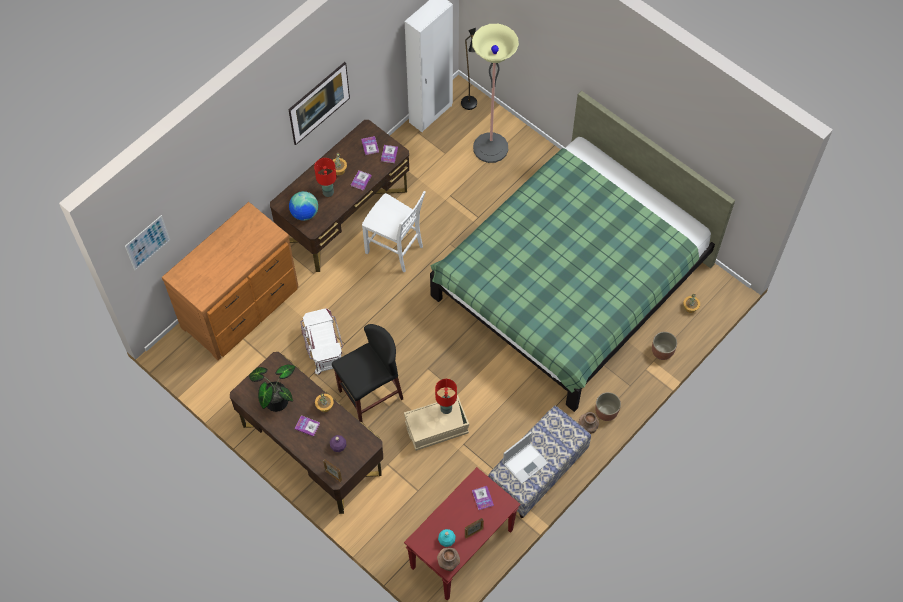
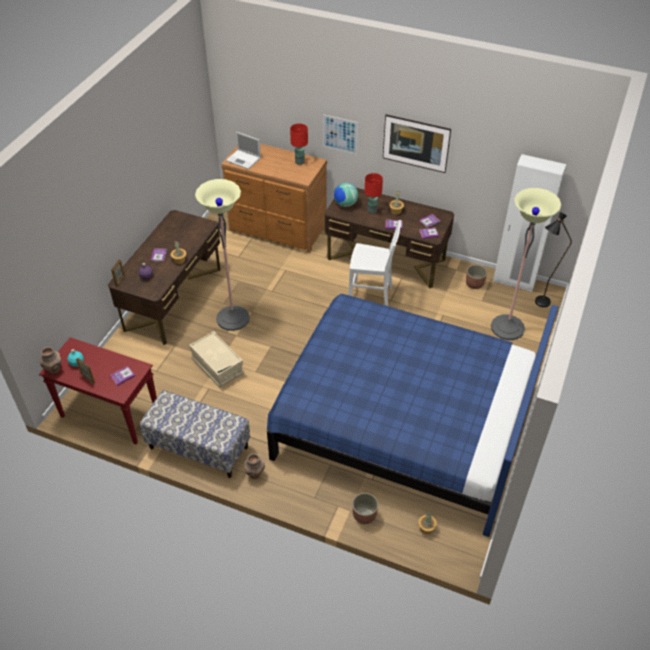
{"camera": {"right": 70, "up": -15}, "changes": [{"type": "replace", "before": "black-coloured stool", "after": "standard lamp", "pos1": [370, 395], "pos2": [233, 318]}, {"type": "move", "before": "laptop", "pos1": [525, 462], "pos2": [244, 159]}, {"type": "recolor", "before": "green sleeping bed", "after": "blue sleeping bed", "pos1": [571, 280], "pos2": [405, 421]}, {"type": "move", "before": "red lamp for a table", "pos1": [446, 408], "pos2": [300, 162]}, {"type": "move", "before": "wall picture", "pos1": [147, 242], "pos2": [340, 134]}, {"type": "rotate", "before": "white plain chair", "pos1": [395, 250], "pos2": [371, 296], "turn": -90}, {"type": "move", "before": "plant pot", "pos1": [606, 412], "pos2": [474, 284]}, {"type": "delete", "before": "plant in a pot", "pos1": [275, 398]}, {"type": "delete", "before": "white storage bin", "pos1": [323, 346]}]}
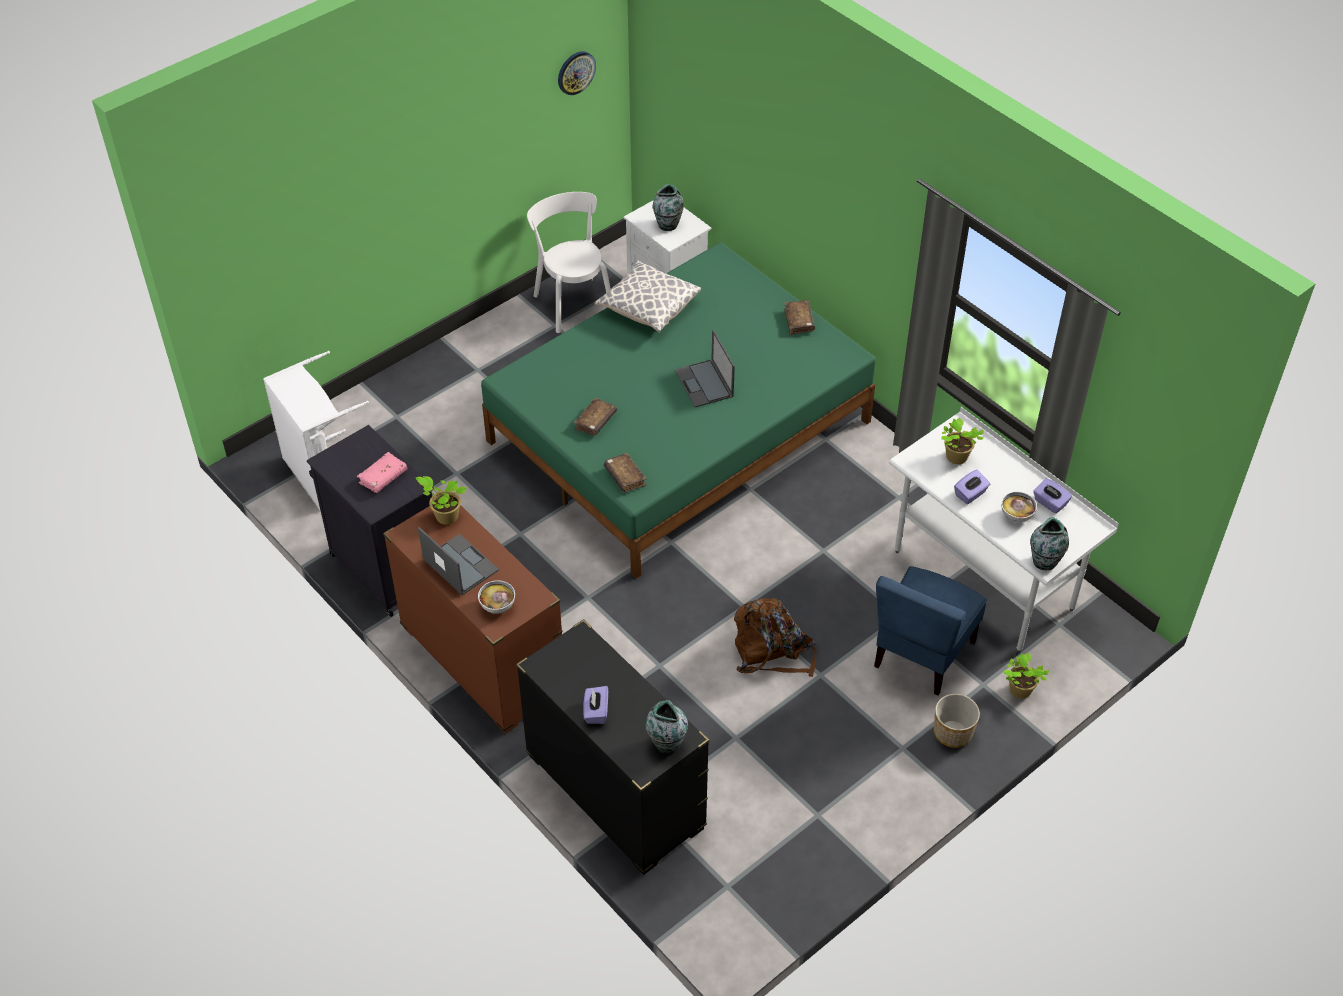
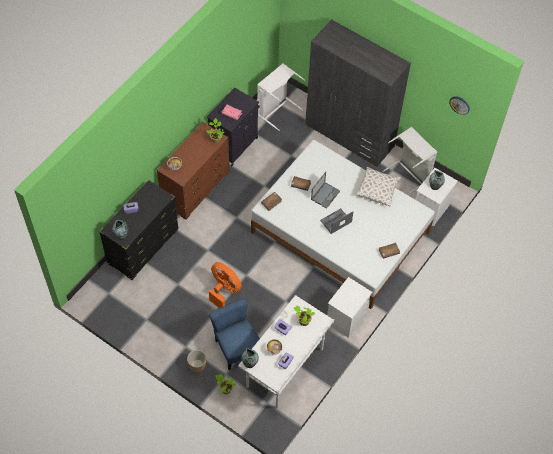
{"camera": {"right": 75, "up": 10}, "changes": [{"type": "replace", "before": "brown-coloured backpack", "after": "orange electric fan", "pos1": [772, 651], "pos2": [224, 290]}, {"type": "rotate", "before": "blue plain chair", "pos1": [922, 654], "pos2": [236, 348], "turn": 45}, {"type": "recolor", "before": "green sleeping bed", "after": "white sleeping bed", "pos1": [680, 431], "pos2": [340, 232]}, {"type": "insert", "after": "grey wardrobe", "pos2": [349, 135]}, {"type": "move", "before": "laptop", "pos1": [459, 564], "pos2": [325, 195]}, {"type": "insert", "after": "white bedside table", "pos2": [346, 319]}, {"type": "replace", "before": "white plain chair", "after": "grey washing basket", "pos1": [573, 302], "pos2": [409, 173]}]}
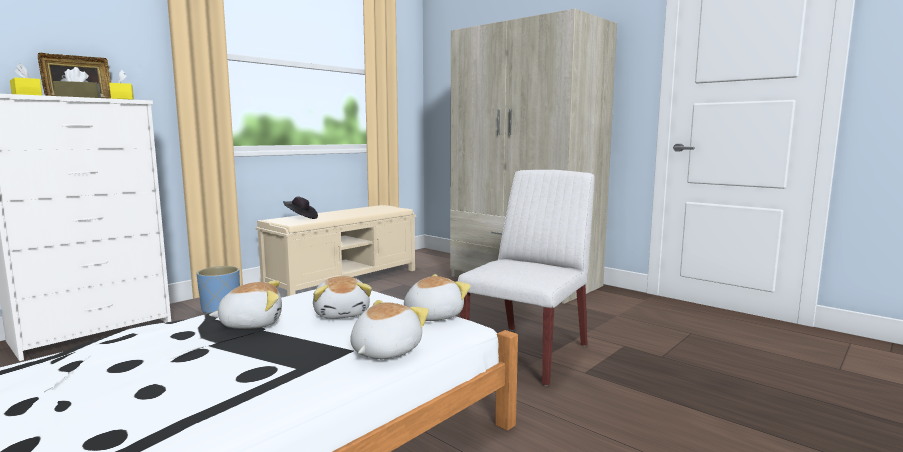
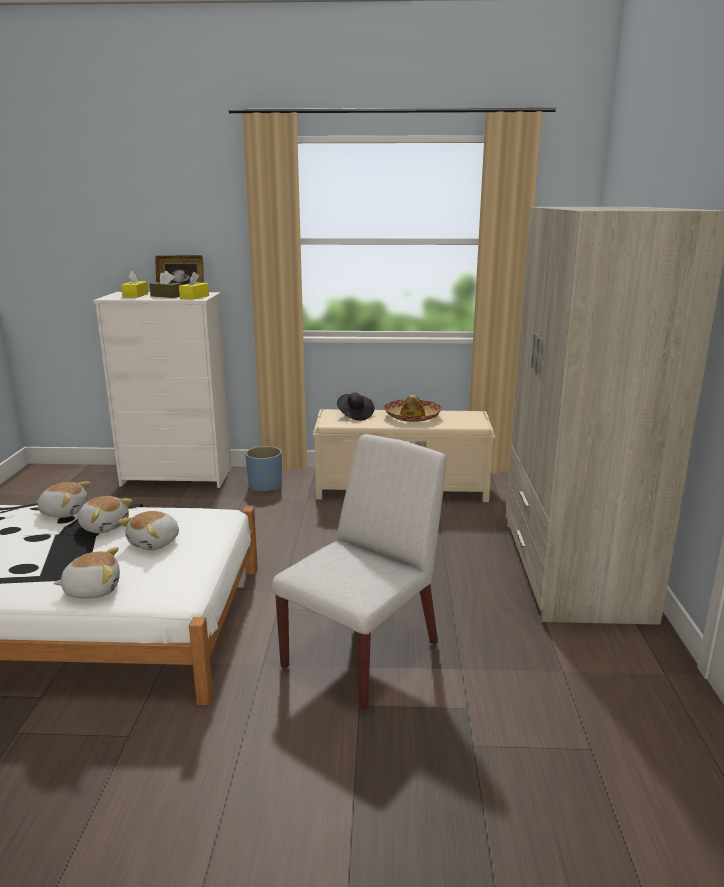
{"camera": {"right": 50, "up": 10}, "changes": [{"type": "move", "before": "plush toy", "pos1": [432, 316], "pos2": [64, 512]}, {"type": "rotate", "before": "white plain chair", "pos1": [527, 353], "pos2": [362, 654], "turn": -45}, {"type": "insert", "after": "clothing hat", "pos2": [411, 417]}]}
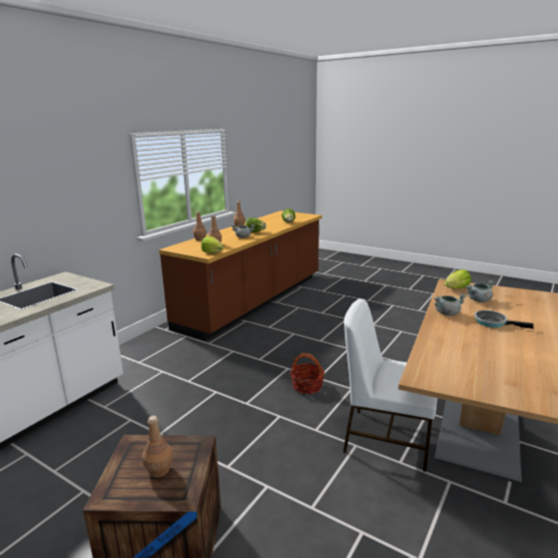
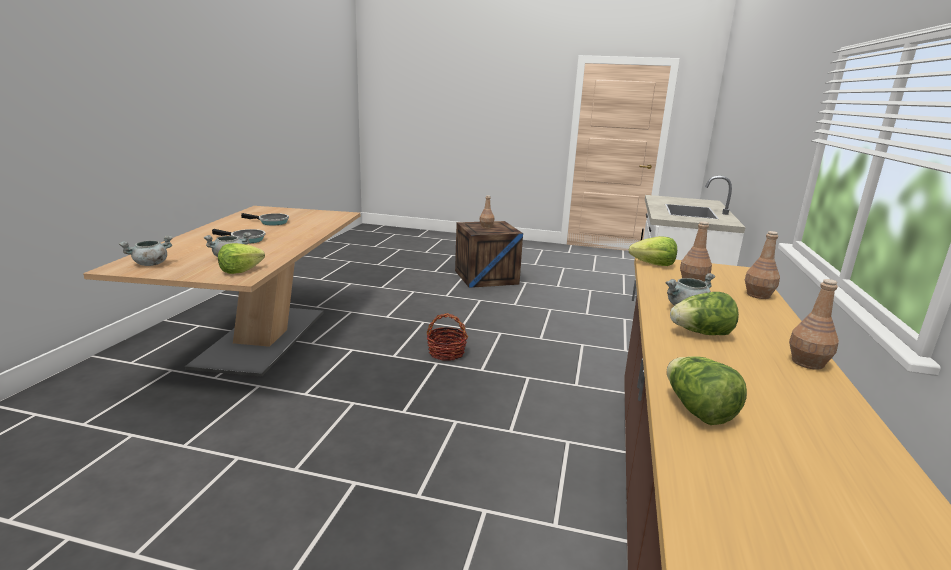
{"camera": {"right": 160, "up": 0}, "changes": [{"type": "move", "before": "grey stockpot", "pos1": [447, 313], "pos2": [150, 264]}, {"type": "insert", "after": "frying pan", "pos2": [271, 222]}, {"type": "delete", "before": "white plain chair", "pos1": [386, 437]}]}
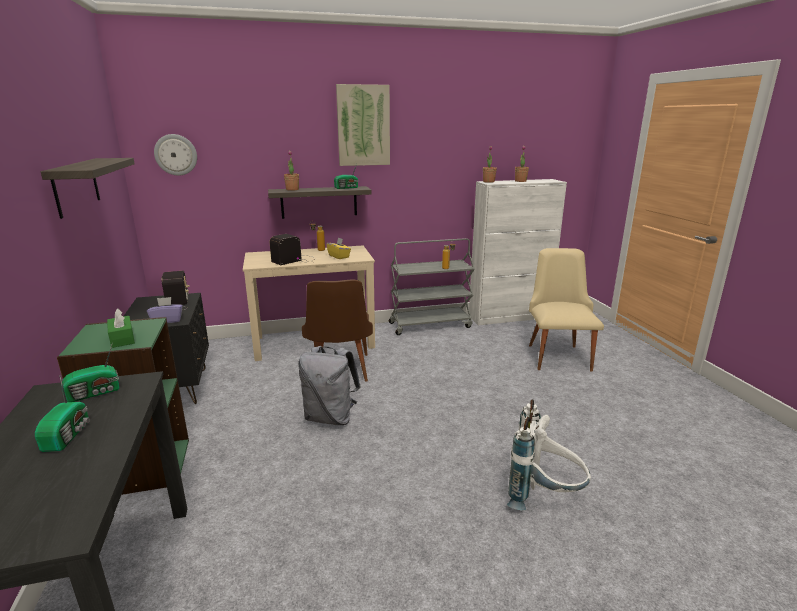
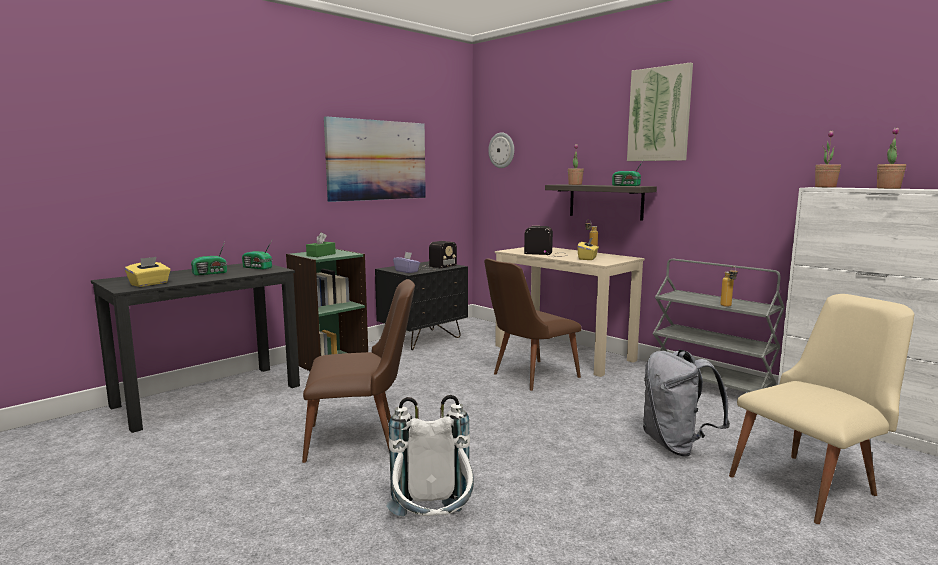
{"camera": {"right": 60, "up": -10}, "changes": [{"type": "insert", "after": "yellow tissue holder", "pos2": [149, 284]}, {"type": "insert", "after": "brown-coloured plain chair", "pos2": [362, 440]}, {"type": "replace", "before": "wall shelf", "after": "wall picture", "pos1": [76, 186], "pos2": [377, 160]}, {"type": "move", "before": "grey backpack", "pos1": [330, 417], "pos2": [677, 445]}]}
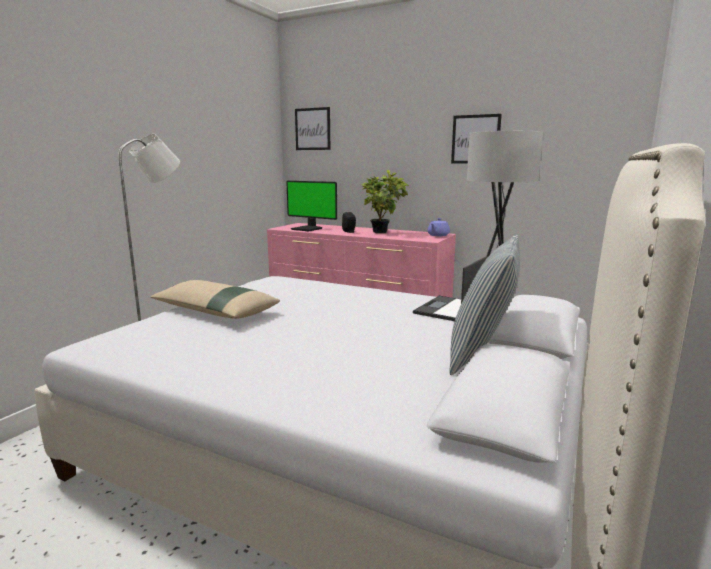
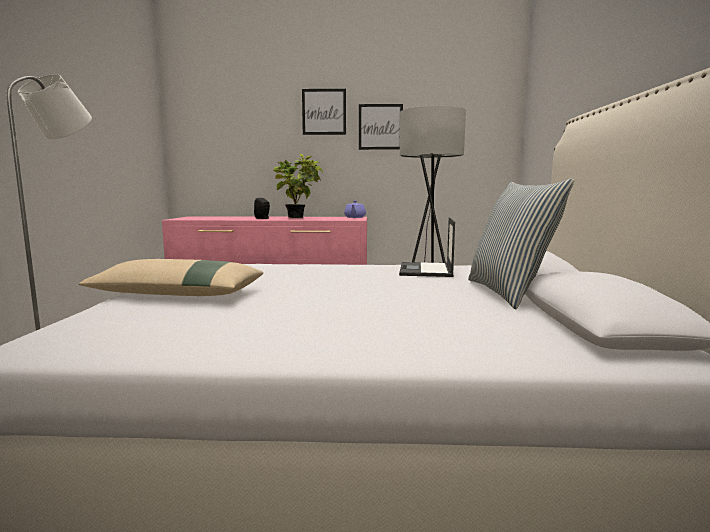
{"camera": {"right": -25, "up": -5}, "changes": [{"type": "move", "before": "wall picture", "pos1": [312, 129], "pos2": [324, 112]}, {"type": "delete", "before": "computer screen", "pos1": [308, 229]}]}
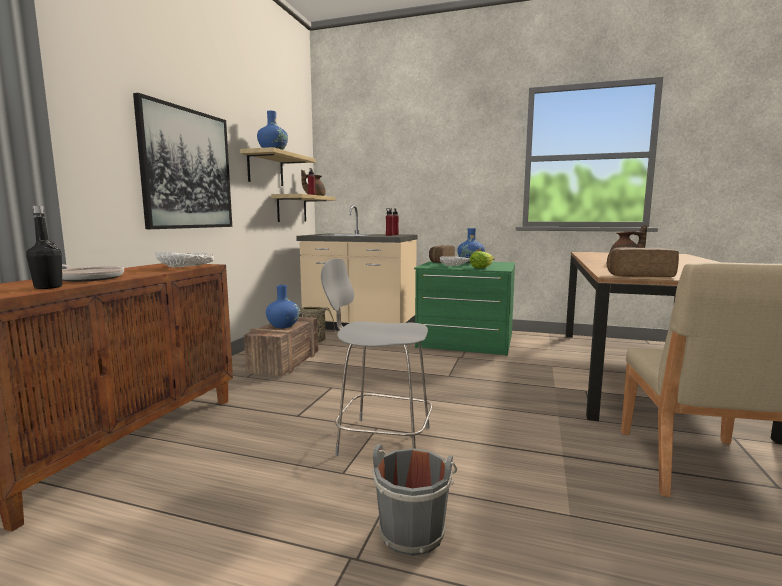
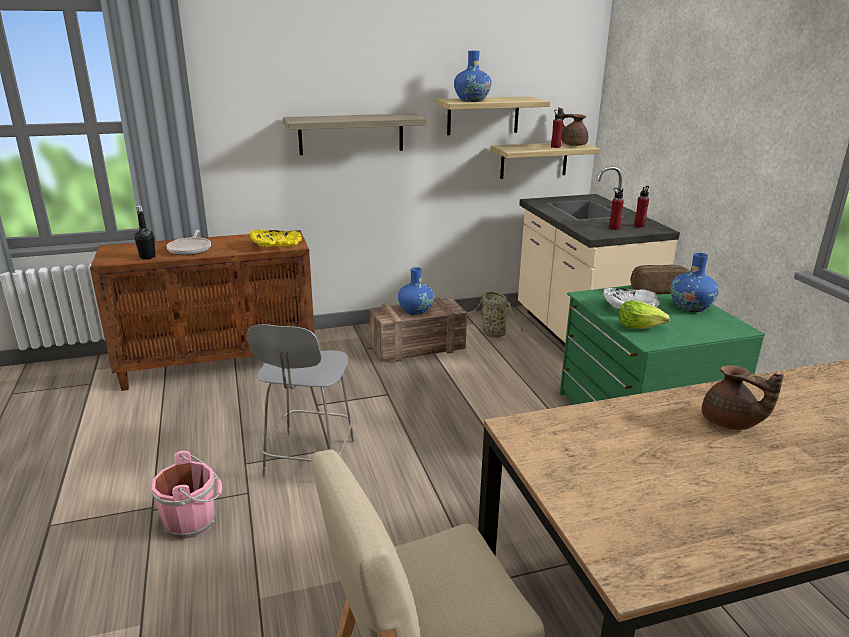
{"camera": {"right": 55, "up": 15}, "changes": [{"type": "recolor", "before": "grey water bucket", "after": "pink-coloured water bucket", "pos1": [412, 530], "pos2": [193, 521]}, {"type": "rotate", "before": "grey plain chair", "pos1": [381, 440], "pos2": [309, 460], "turn": -150}, {"type": "recolor", "before": "white bowl", "after": "yellow bowl", "pos1": [186, 267], "pos2": [275, 246]}, {"type": "replace", "before": "wall picture", "after": "wall shelf", "pos1": [187, 169], "pos2": [351, 134]}, {"type": "delete", "before": "bread", "pos1": [639, 275]}]}
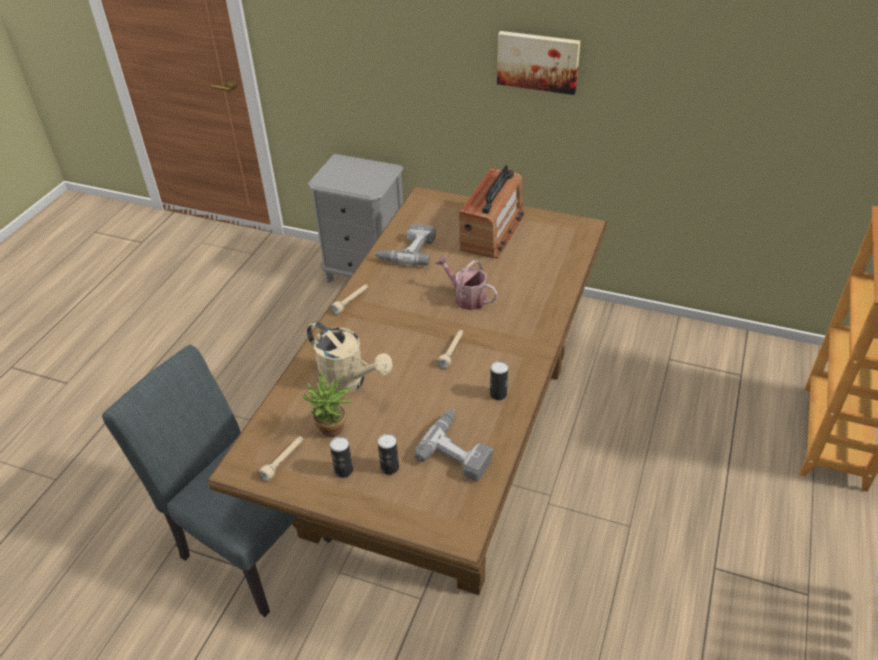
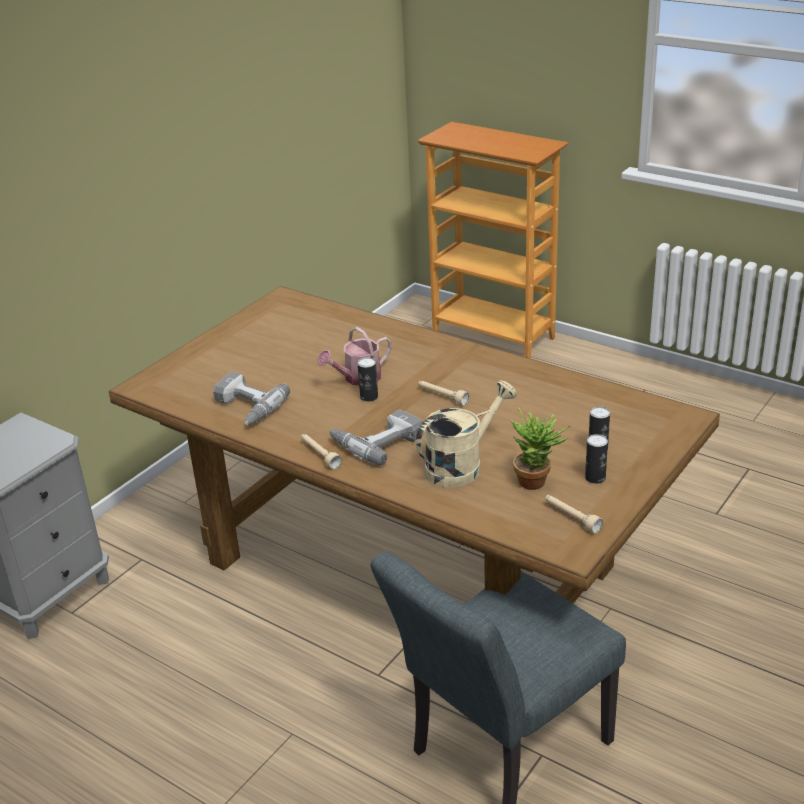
{"camera": {"right": -75, "up": -10}, "changes": [{"type": "move", "before": "electric drill", "pos1": [459, 449], "pos2": [376, 441]}, {"type": "move", "before": "sealed can", "pos1": [498, 394], "pos2": [369, 397]}, {"type": "delete", "before": "radio receiver", "pos1": [492, 231]}, {"type": "delete", "before": "wall picture", "pos1": [538, 61]}]}
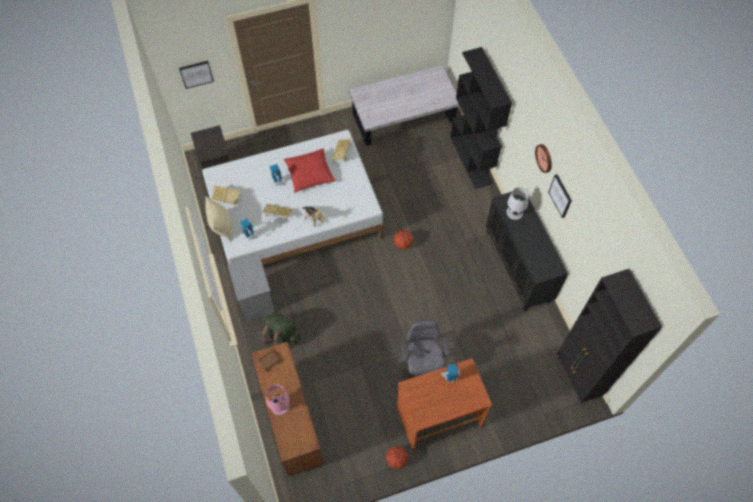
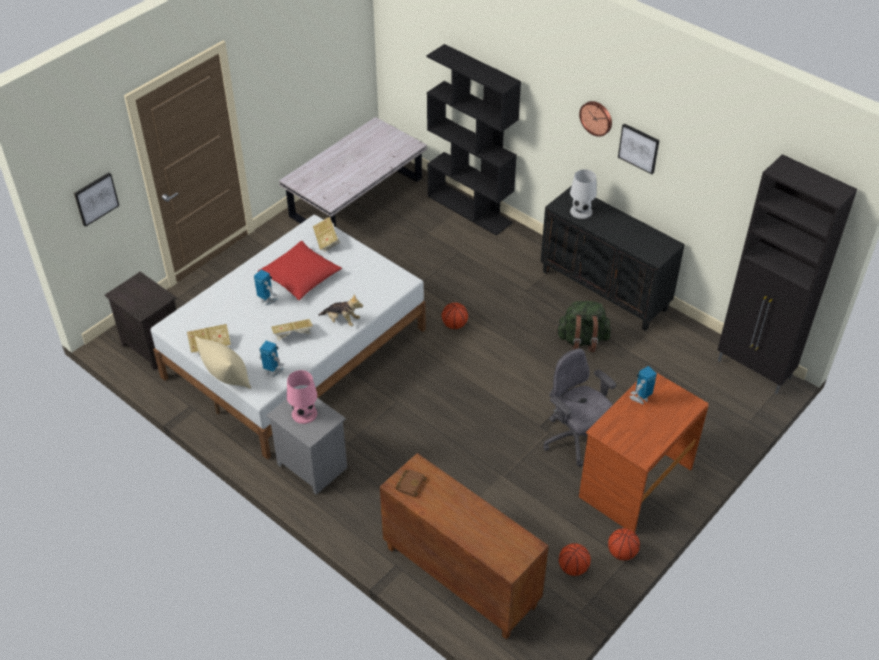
{"camera": {"right": -30, "up": -15}, "changes": [{"type": "move", "before": "pink-coloured lamp for a table", "pos1": [279, 405], "pos2": [304, 413]}, {"type": "move", "before": "green backpack", "pos1": [281, 335], "pos2": [582, 340]}, {"type": "insert", "after": "basketball ball", "pos2": [573, 568]}]}
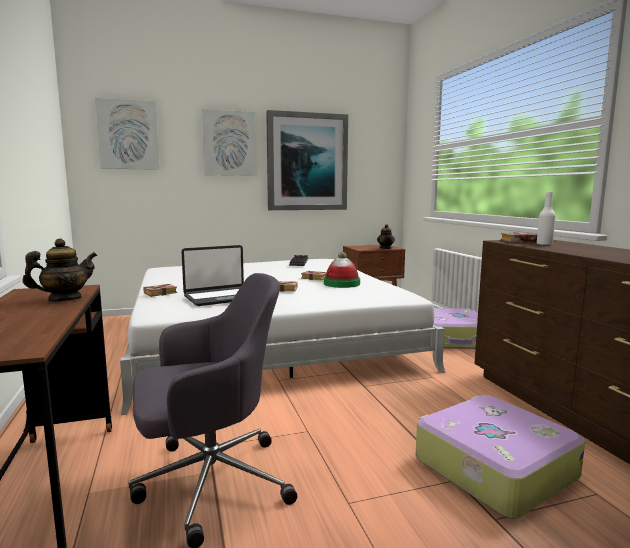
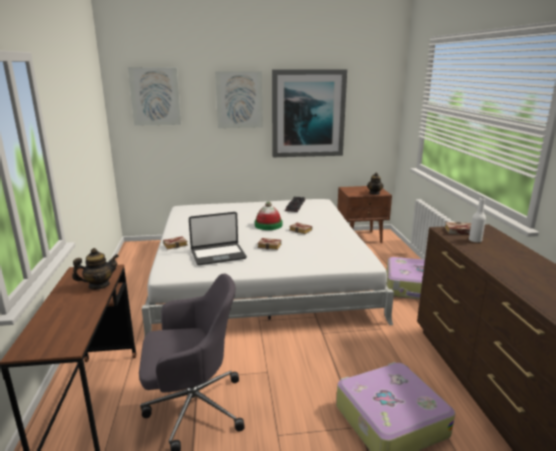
{"camera": {"right": 10, "up": 10}, "changes": [{"type": "move", "before": "clothing hat", "pos1": [341, 284], "pos2": [268, 225]}]}
